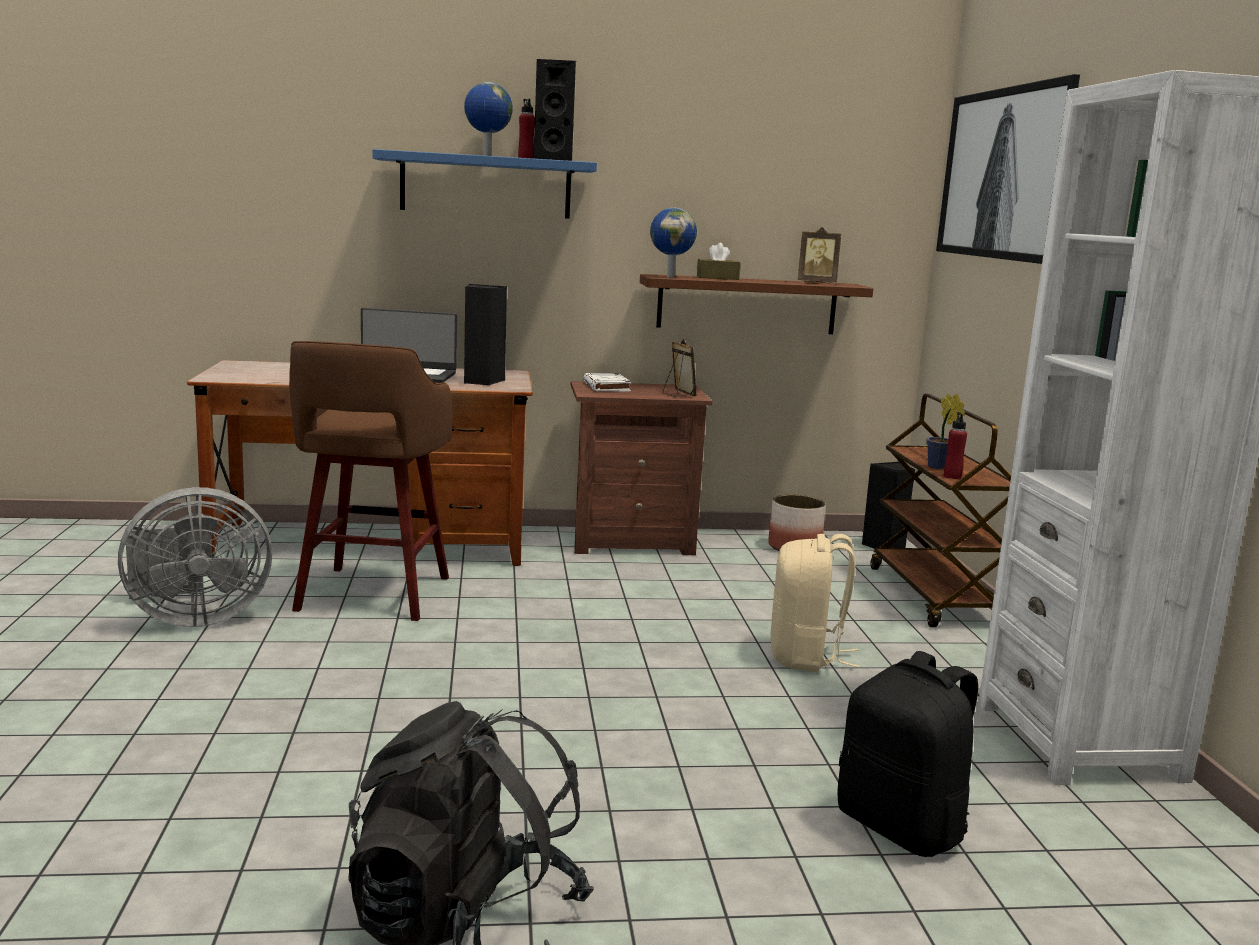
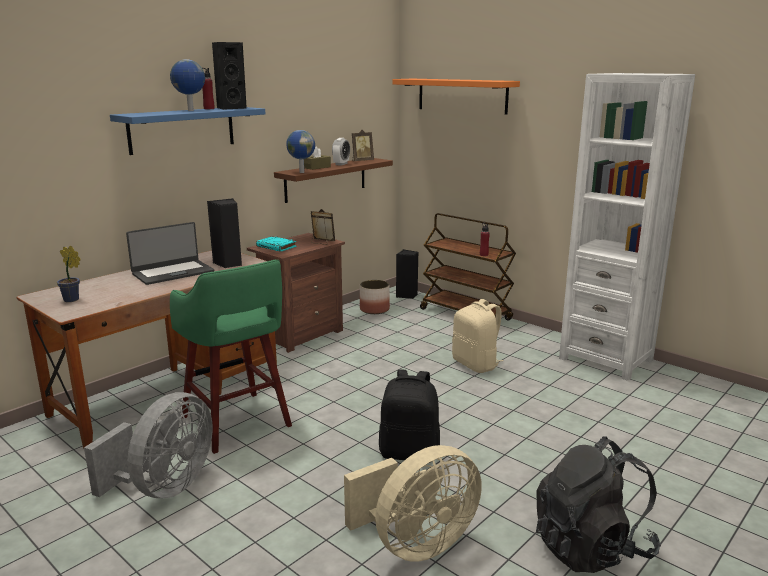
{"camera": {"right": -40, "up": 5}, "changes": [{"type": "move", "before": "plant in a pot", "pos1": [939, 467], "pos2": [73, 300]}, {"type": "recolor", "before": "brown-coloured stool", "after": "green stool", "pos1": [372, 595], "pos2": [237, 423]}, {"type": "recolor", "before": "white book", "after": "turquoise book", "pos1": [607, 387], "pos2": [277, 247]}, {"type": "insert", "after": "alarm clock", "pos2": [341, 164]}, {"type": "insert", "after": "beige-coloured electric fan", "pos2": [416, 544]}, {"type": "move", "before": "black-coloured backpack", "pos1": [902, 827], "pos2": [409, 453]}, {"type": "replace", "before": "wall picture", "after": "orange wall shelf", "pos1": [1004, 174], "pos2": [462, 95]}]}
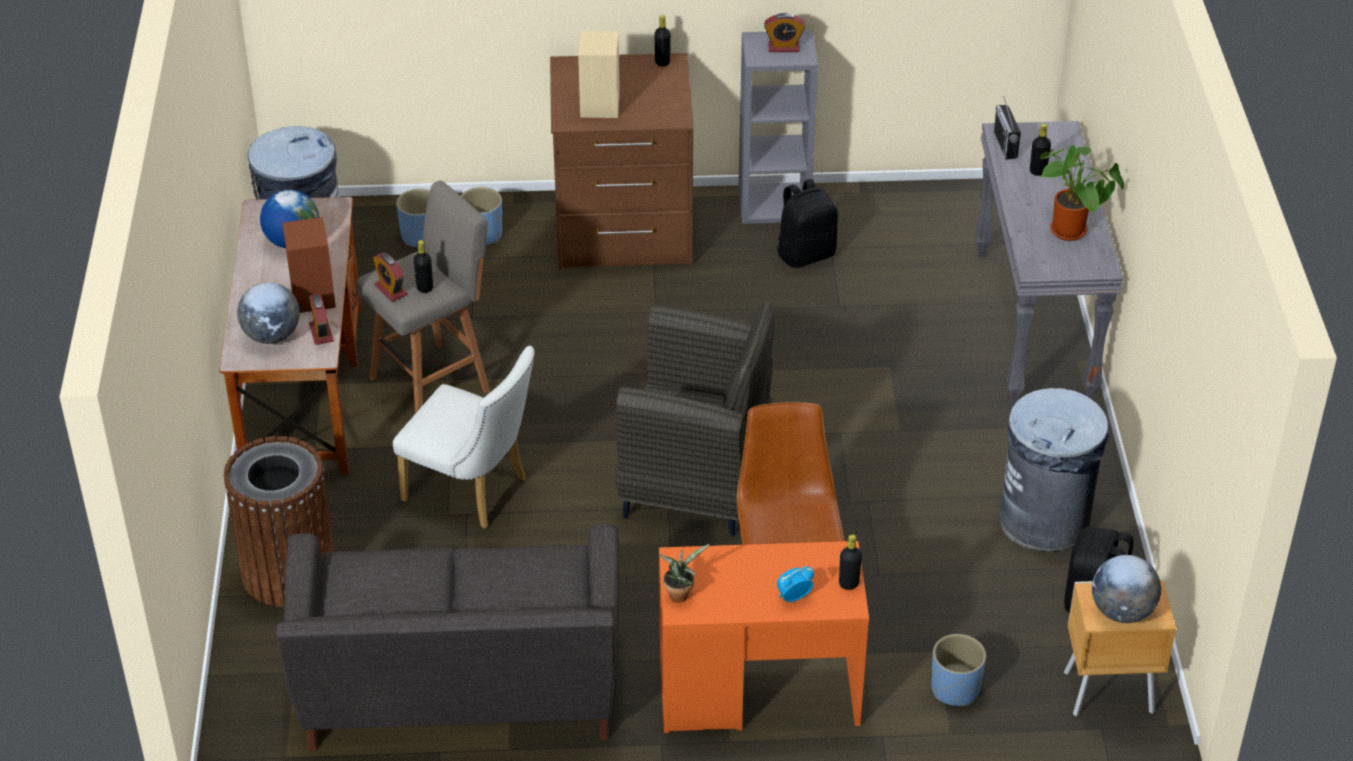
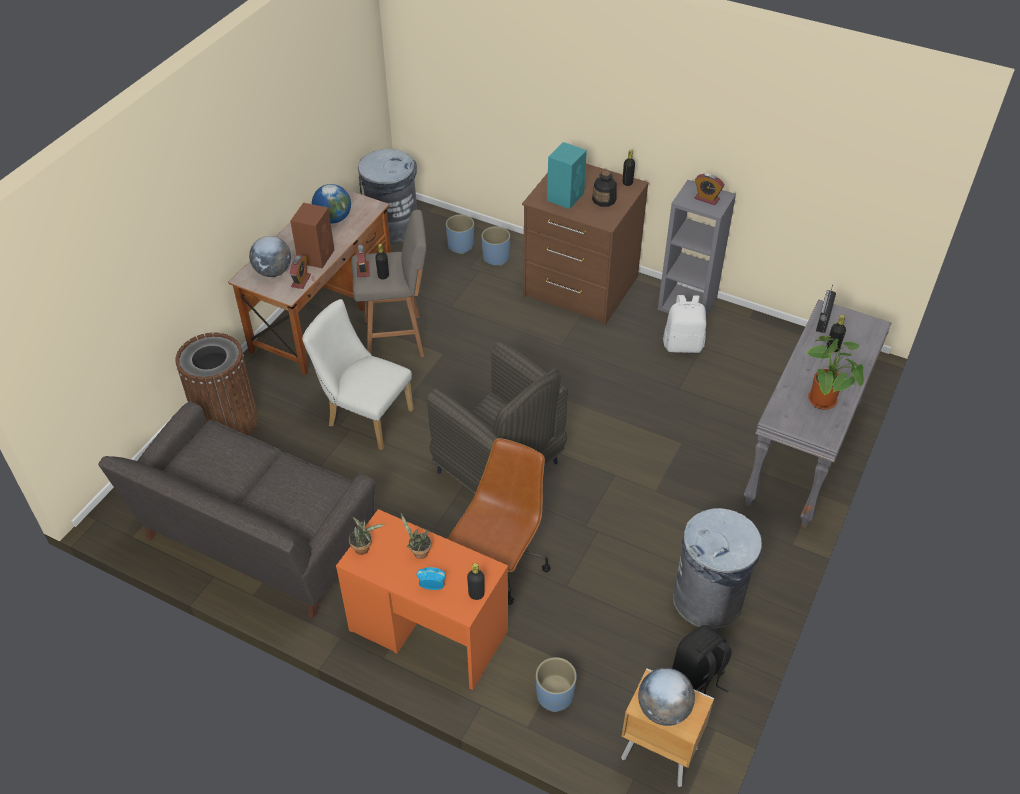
{"camera": {"right": 30, "up": 5}, "changes": [{"type": "rotate", "before": "white plain chair", "pos1": [473, 492], "pos2": [365, 416], "turn": 150}, {"type": "insert", "after": "plant in a pot", "pos2": [418, 552]}, {"type": "recolor", "before": "beige-coloured audio speaker", "after": "turquoise audio speaker", "pos1": [600, 104], "pos2": [566, 196]}, {"type": "insert", "after": "drink bottle", "pos2": [604, 200]}, {"type": "recolor", "before": "black-coloured backpack", "after": "white backpack", "pos1": [806, 254], "pos2": [683, 345]}]}
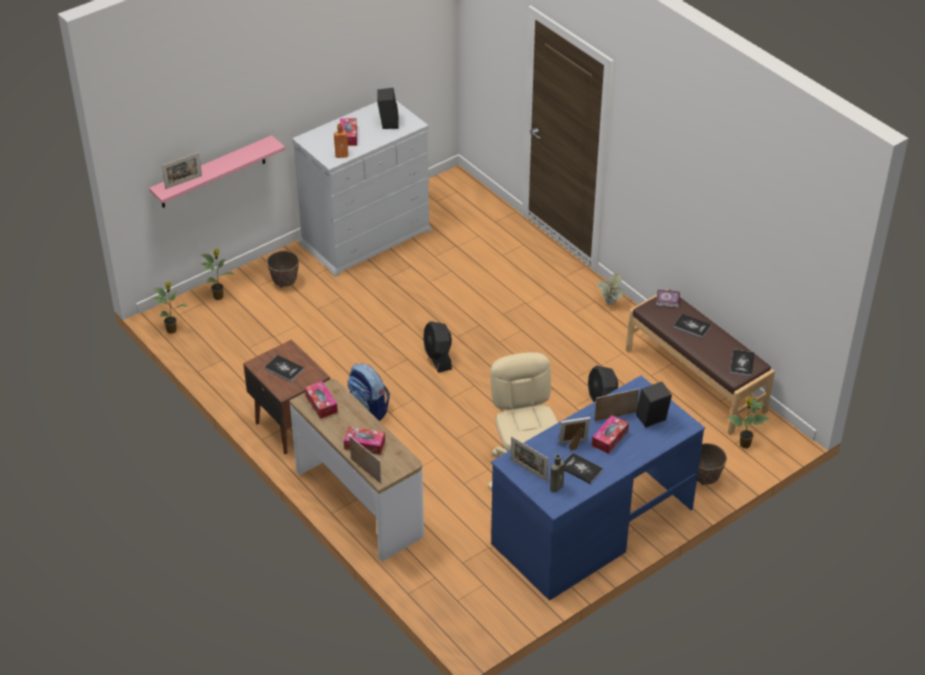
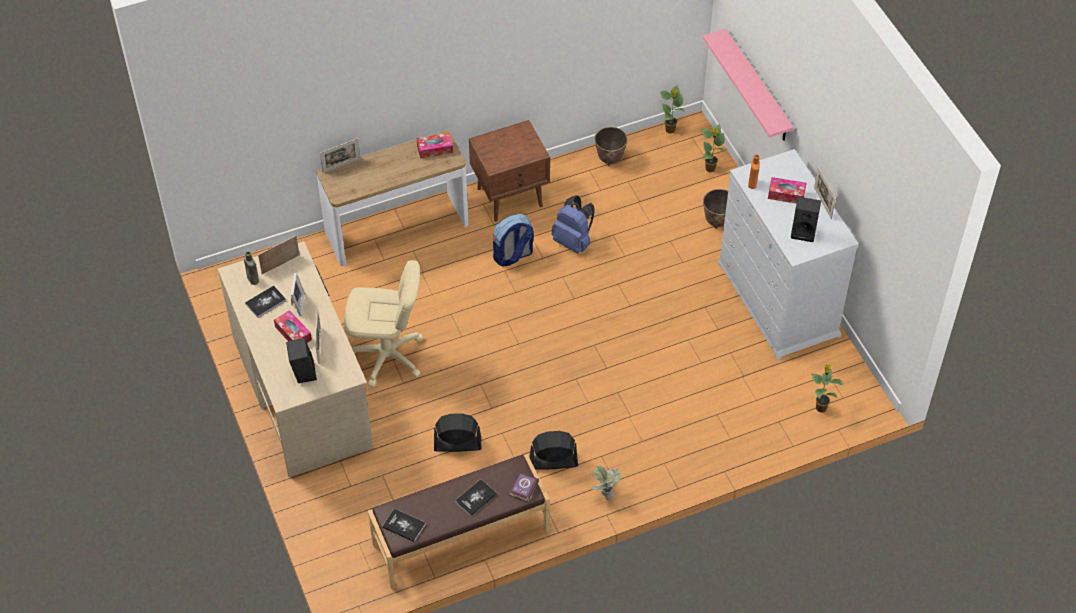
{"camera": {"right": 105, "up": 10}, "changes": [{"type": "recolor", "before": "blue desk unit", "after": "beige-coloured desk unit", "pos1": [591, 526], "pos2": [302, 391]}, {"type": "move", "before": "black-coloured electric fan", "pos1": [438, 357], "pos2": [553, 461]}, {"type": "insert", "after": "blue backpack", "pos2": [574, 241]}, {"type": "move", "before": "plant pot", "pos1": [705, 479], "pos2": [610, 159]}, {"type": "move", "before": "plant in a pot", "pos1": [744, 445], "pos2": [820, 407]}, {"type": "move", "before": "standing frame", "pos1": [183, 182], "pos2": [822, 203]}, {"type": "delete", "before": "book", "pos1": [284, 369]}, {"type": "delete", "before": "tissue holder", "pos1": [364, 445]}]}
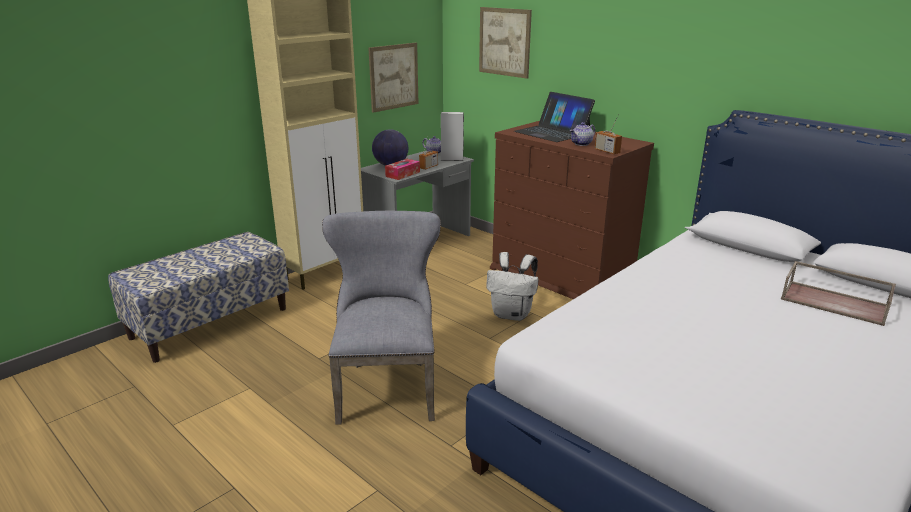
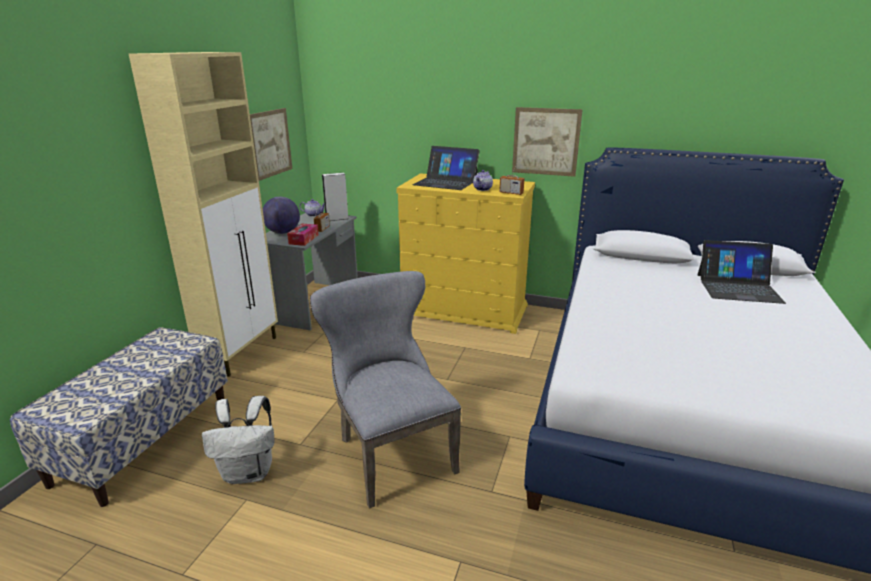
{"camera": {"right": -25, "up": 0}, "changes": [{"type": "move", "before": "white backpack", "pos1": [512, 314], "pos2": [249, 472]}, {"type": "recolor", "before": "brown-coloured chest of drawers", "after": "yellow chest of drawers", "pos1": [562, 277], "pos2": [464, 310]}, {"type": "move", "before": "wall picture", "pos1": [504, 42], "pos2": [546, 141]}, {"type": "replace", "before": "brown-coloured carrying tray", "after": "laptop", "pos1": [835, 302], "pos2": [738, 288]}]}
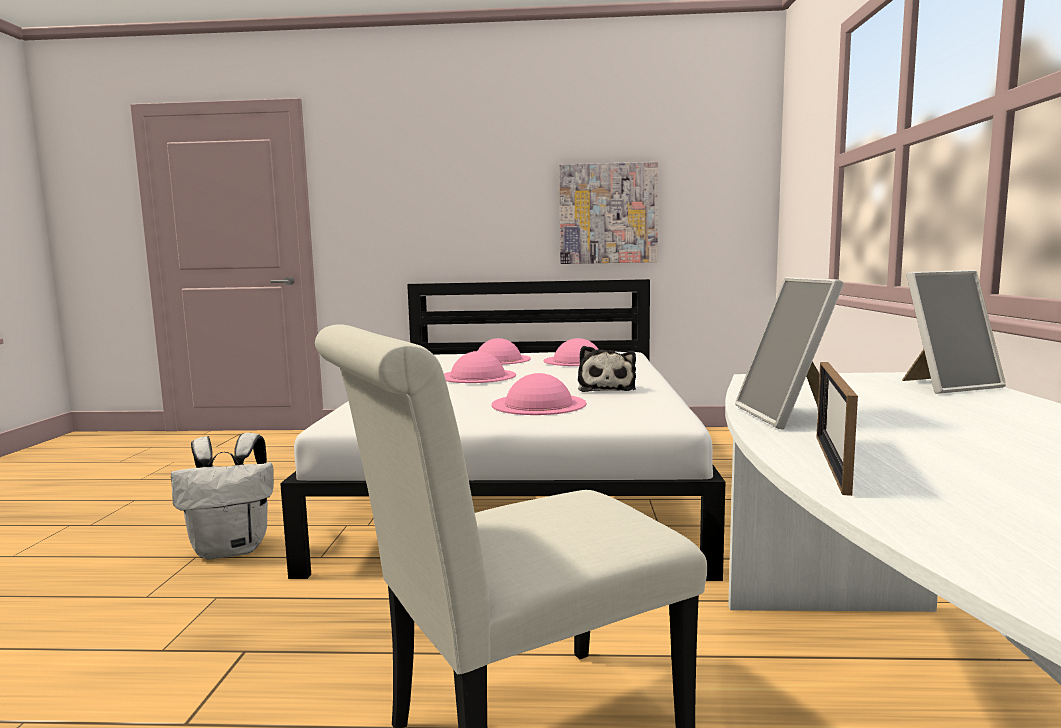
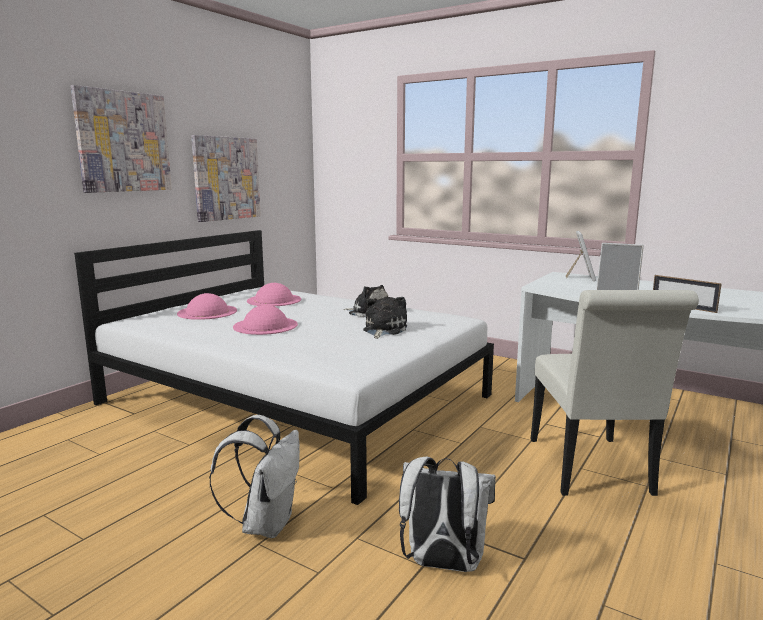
{"camera": {"right": -60, "up": 5}, "changes": [{"type": "insert", "after": "wall picture", "pos2": [123, 142]}, {"type": "replace", "before": "pink-coloured clothing hat", "after": "plush toy", "pos1": [538, 404], "pos2": [383, 330]}, {"type": "insert", "after": "white backpack", "pos2": [442, 564]}]}
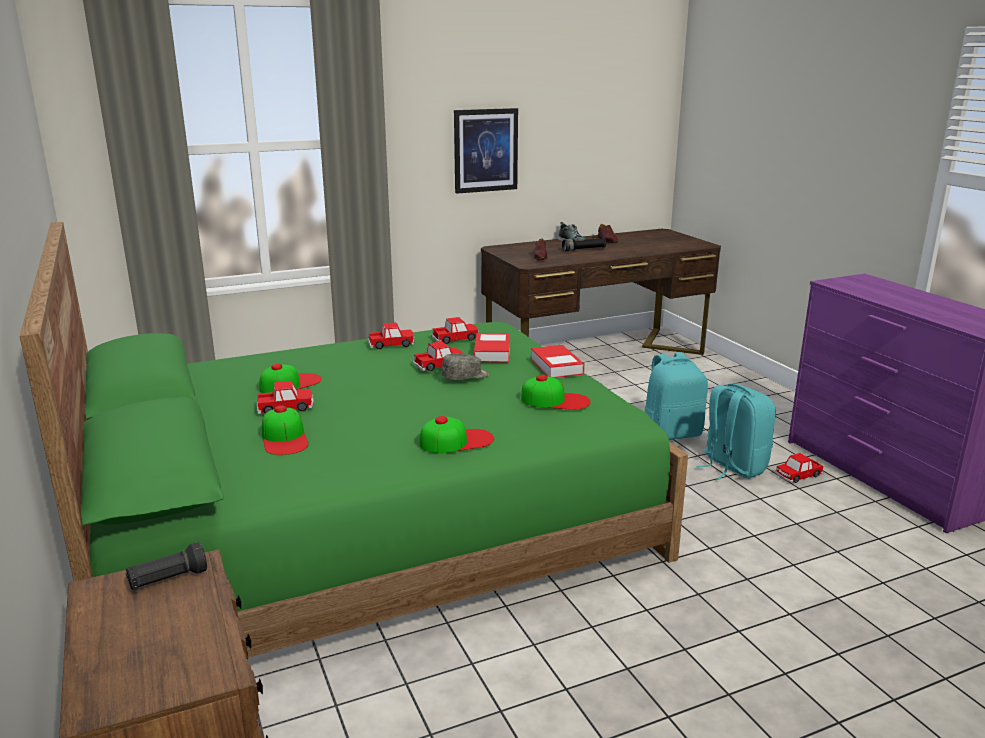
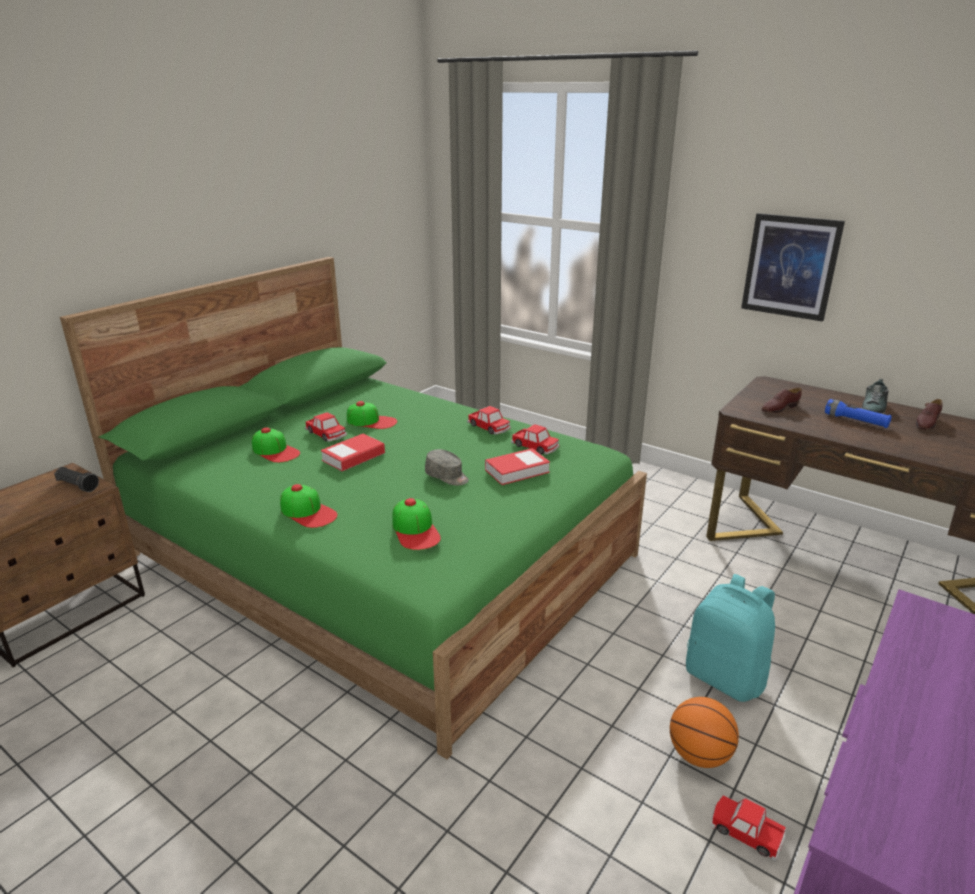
{"camera": {"right": 60, "up": 5}, "changes": [{"type": "rotate", "before": "baseball cap", "pos1": [285, 438], "pos2": [275, 451], "turn": -90}, {"type": "move", "before": "book", "pos1": [556, 366], "pos2": [353, 457]}, {"type": "replace", "before": "turquoise backpack", "after": "basketball ball", "pos1": [732, 466], "pos2": [699, 755]}, {"type": "recolor", "before": "black-coloured hand torch", "after": "blue hand torch", "pos1": [583, 250], "pos2": [855, 421]}, {"type": "delete", "before": "model car", "pos1": [439, 365]}]}
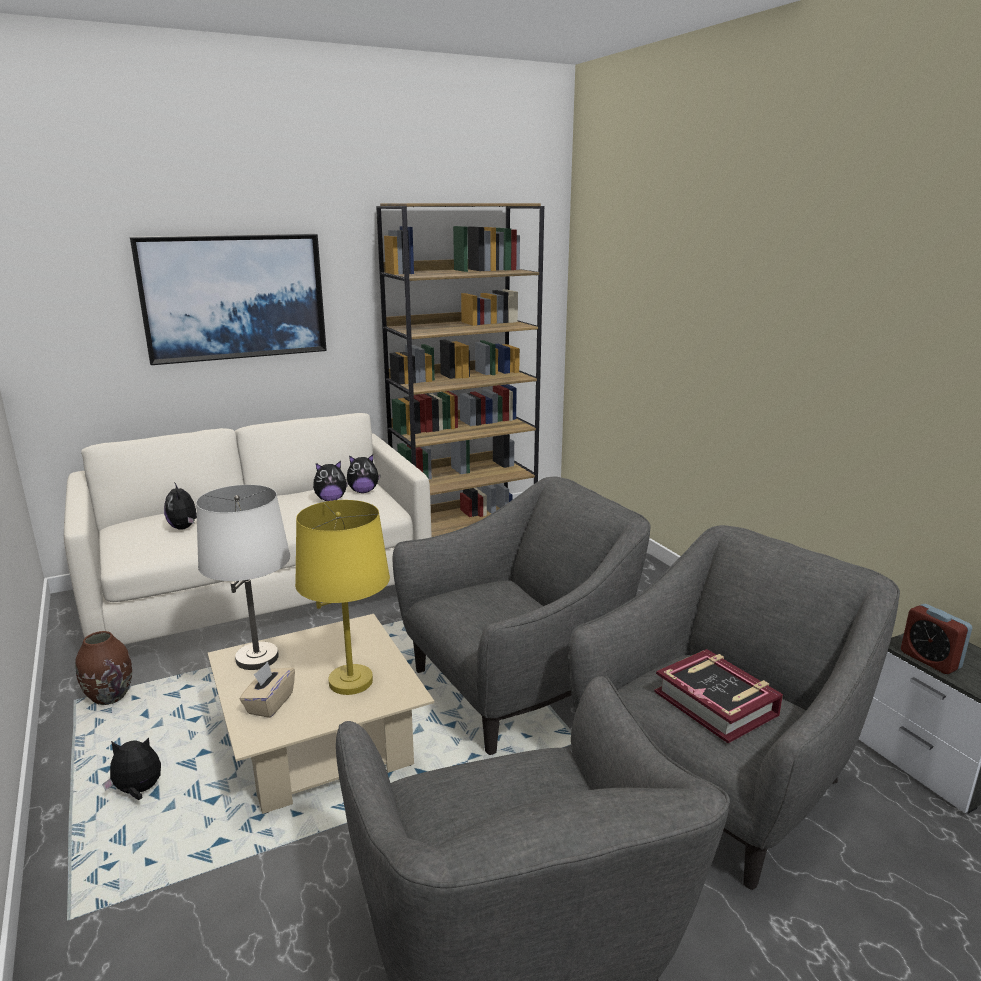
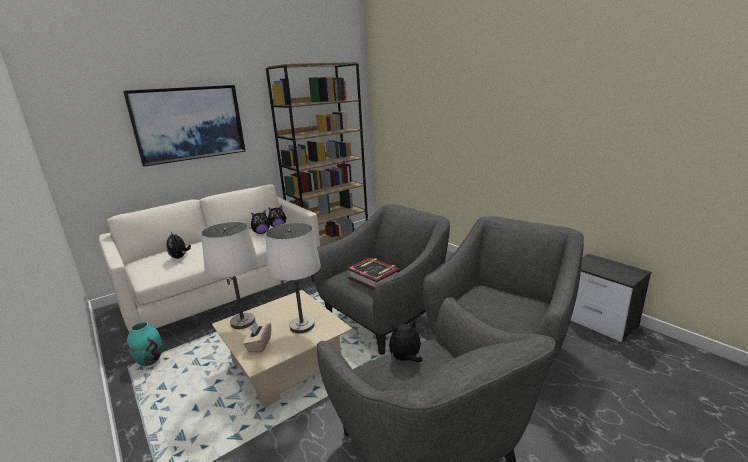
{"camera": {"right": -10, "up": 0}, "changes": [{"type": "recolor", "before": "brown-coloured vase", "after": "turquoise vase", "pos1": [110, 696], "pos2": [150, 360]}, {"type": "recolor", "before": "yellow lamp for a table", "after": "white lamp for a table", "pos1": [350, 681], "pos2": [302, 326]}, {"type": "move", "before": "book", "pos1": [716, 703], "pos2": [374, 278]}, {"type": "move", "before": "plush toy", "pos1": [138, 791], "pos2": [406, 359]}, {"type": "delete", "before": "alarm clock", "pos1": [930, 660]}]}
